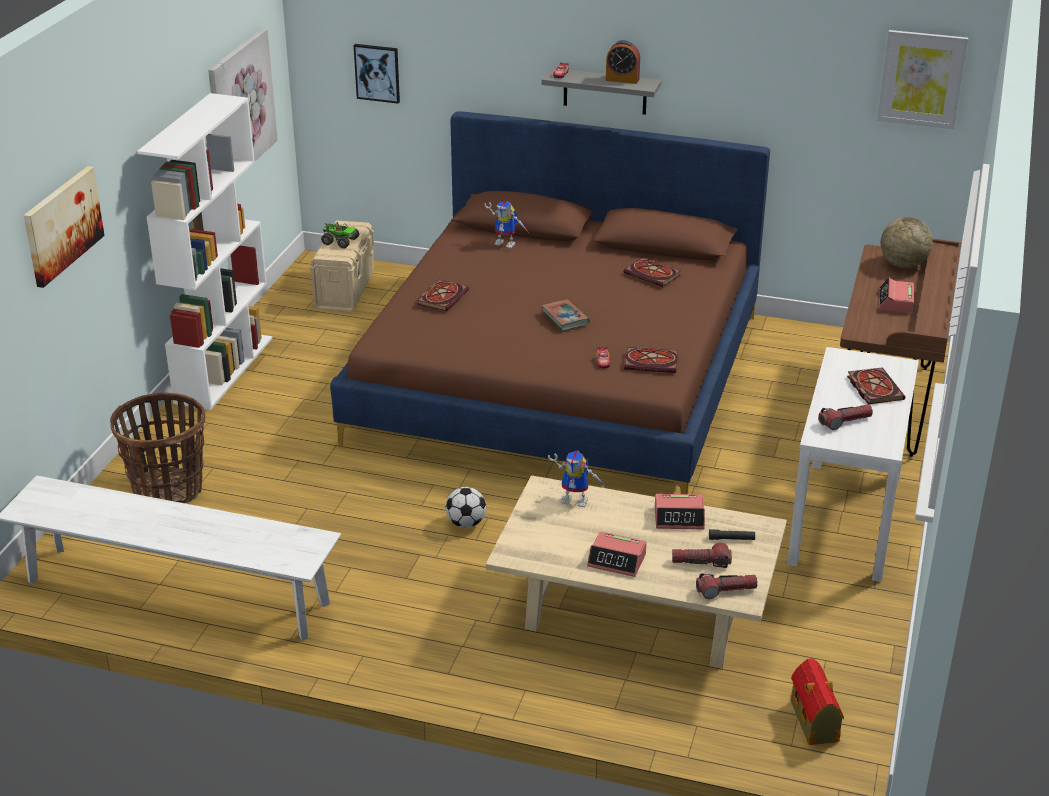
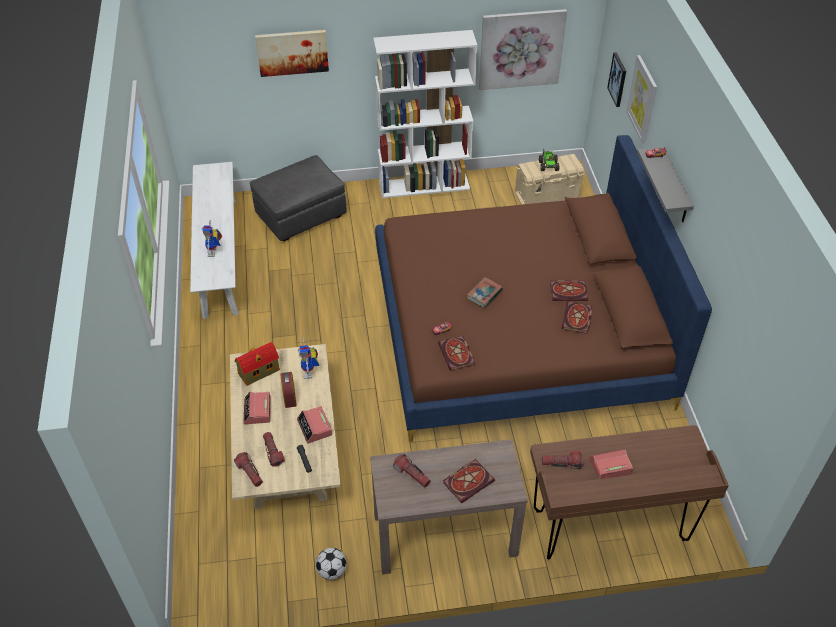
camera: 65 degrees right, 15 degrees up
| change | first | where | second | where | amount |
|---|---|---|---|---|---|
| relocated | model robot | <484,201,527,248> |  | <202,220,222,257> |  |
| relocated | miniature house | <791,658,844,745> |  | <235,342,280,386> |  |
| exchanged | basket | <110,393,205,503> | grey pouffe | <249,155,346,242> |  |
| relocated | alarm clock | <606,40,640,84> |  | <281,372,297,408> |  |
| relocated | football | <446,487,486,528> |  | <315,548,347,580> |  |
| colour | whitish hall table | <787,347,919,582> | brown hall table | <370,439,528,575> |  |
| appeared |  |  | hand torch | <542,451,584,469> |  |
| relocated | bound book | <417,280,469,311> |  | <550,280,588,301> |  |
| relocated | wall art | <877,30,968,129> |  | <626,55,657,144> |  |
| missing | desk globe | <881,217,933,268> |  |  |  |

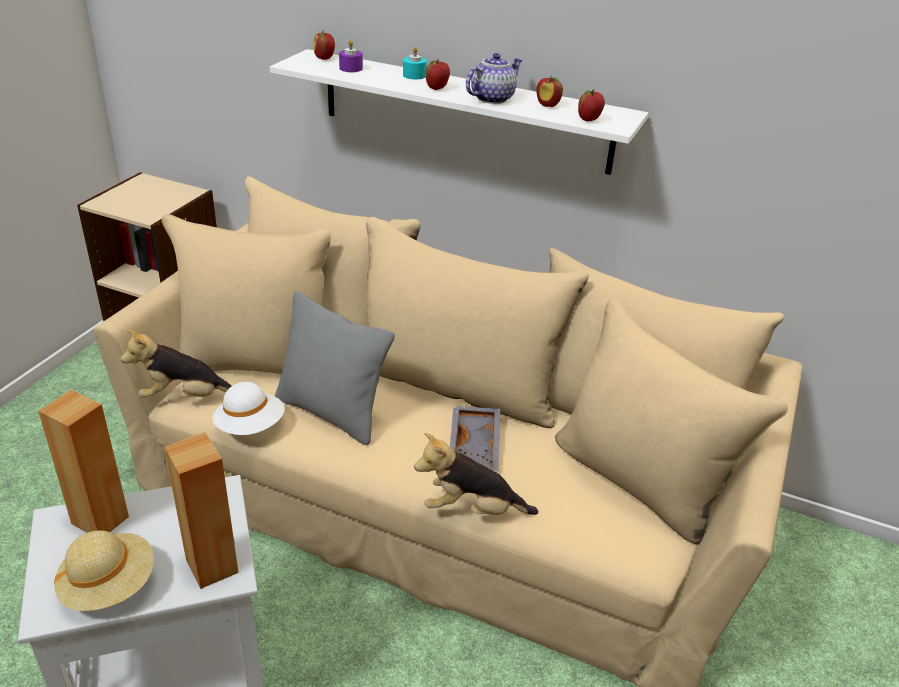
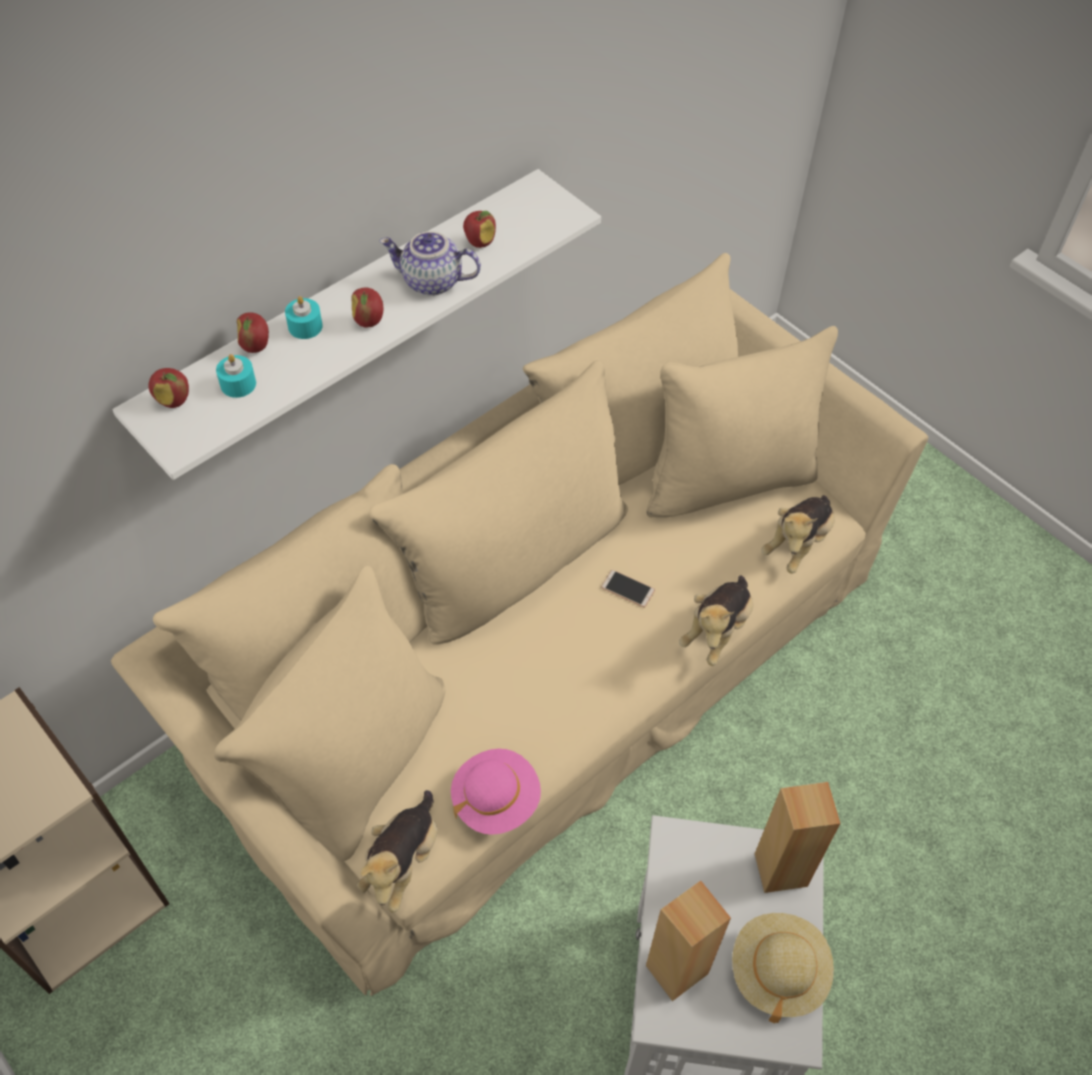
camera: 65 degrees left, 20 degrees up
| change | first | where | second | where | amount |
|---|---|---|---|---|---|
| colour | purplish candle | <339,40,363,72> | blue-green candle | <216,354,256,398> |  |
| relocated | apple | <578,89,605,122> |  | <237,312,269,353> |  |
| spun | teapot | <466,53,522,104> |  | <379,231,481,296> | 60 degrees counterclockwise |
| colour | whitish hat | <212,382,285,435> | pinkish hat | <451,749,541,835> |  |
| exchanged | grey serving tray | <450,406,501,471> | phone | <601,570,655,608> |  |
| appeared |  |  | soft toy | <761,495,835,574> |  |
| missing | grey cushion | <275,291,395,445> |  |  |  |

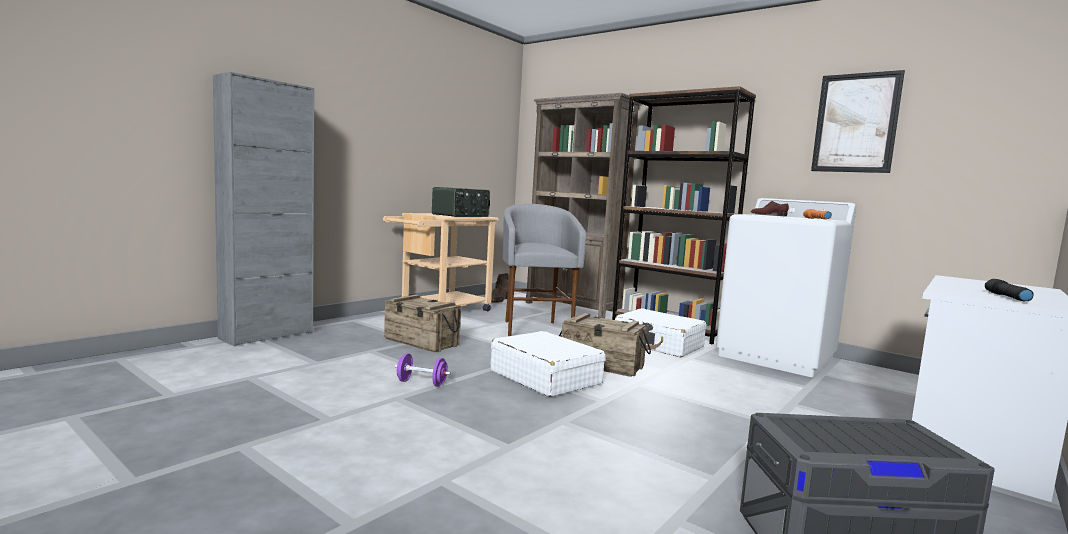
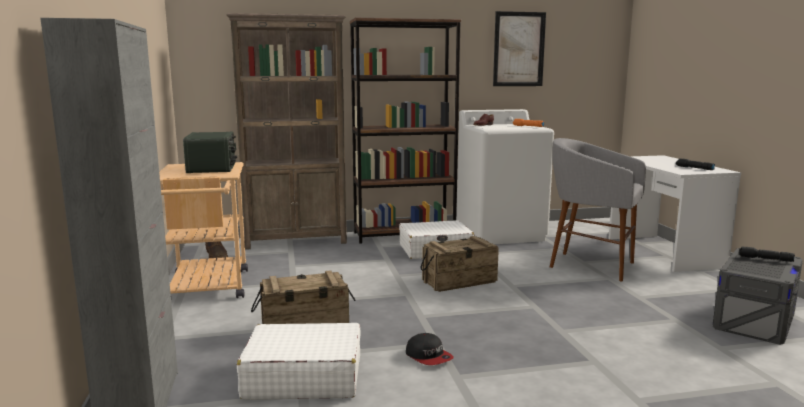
camera: 50 degrees left, 5 degrees up
| change | first | where | second | where | amount |
|---|---|---|---|---|---|
| relocated | whitish travel case | <491,331,606,397> |  | <237,323,361,400> |  |
| exchanged | purplish dumbbell | <394,353,451,387> | cap | <406,333,454,365> |  |
| relocated | grey stool | <503,204,586,336> |  | <550,138,646,282> |  |
| appeared |  |  | black hand torch | <739,246,795,262> |  |

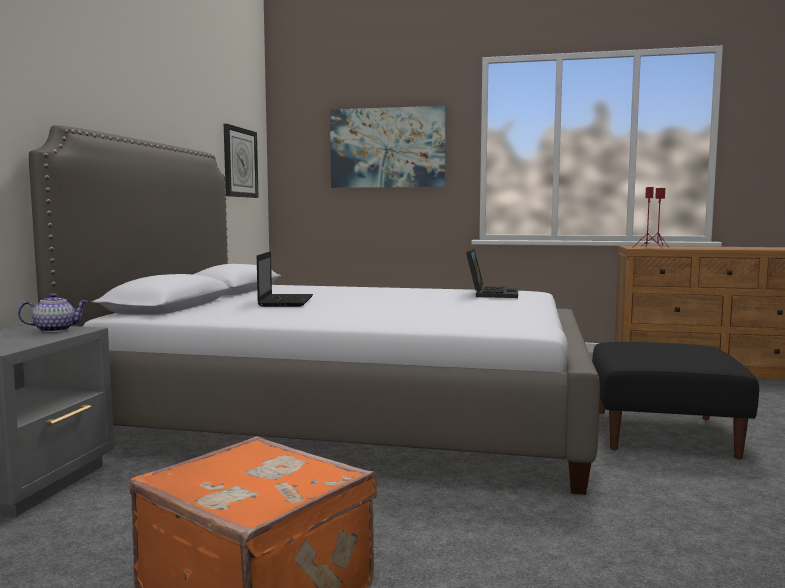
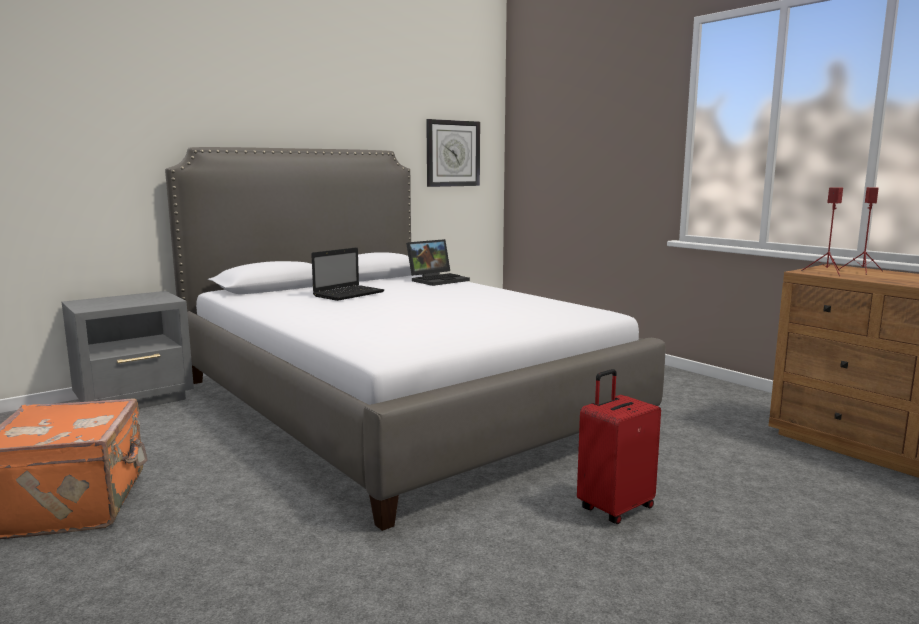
camera: 40 degrees right, 5 degrees up
| change | first | where | second | where | amount |
|---|---|---|---|---|---|
| relocated | notebook computer | <466,248,518,298> |  | <406,239,470,286> |  |
| exchanged | black pouffe | <592,342,759,459> | red travel case | <577,369,661,524> |  |
| missing | teapot | <18,293,88,332> |  |  |  |
| missing | wall art | <330,106,446,188> |  |  |  |

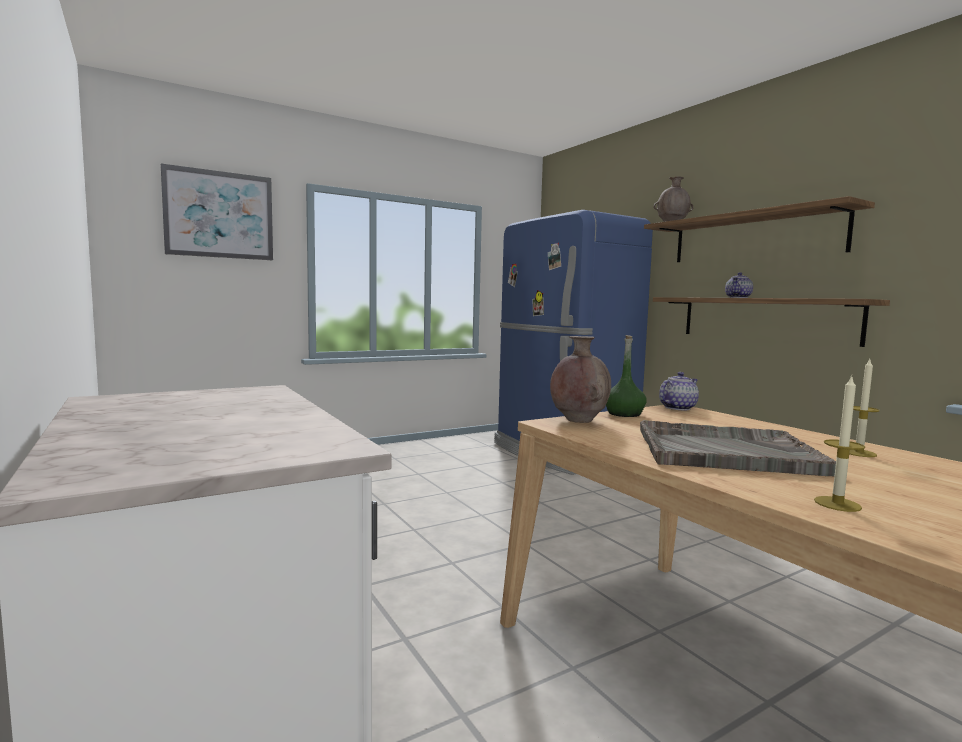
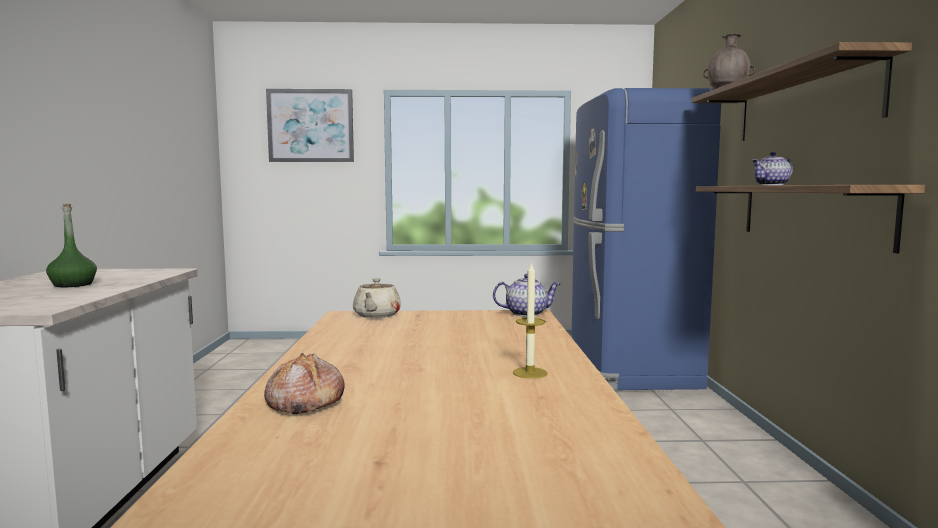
camera: 30 degrees right, 0 degrees up
| change | first | where | second | where | amount |
|---|---|---|---|---|---|
| relocated | green-coloured beverage bottle | <606,335,647,417> |  | <46,204,97,287> |  |
| exchanged | candle | <814,375,865,512> | bakery bread | <264,353,345,414> |  |
| exchanged | brown vase | <550,336,611,423> | beige-coloured teapot | <353,278,401,318> |  |
| missing | grey serving tray | <640,420,836,476> |  |  |  |

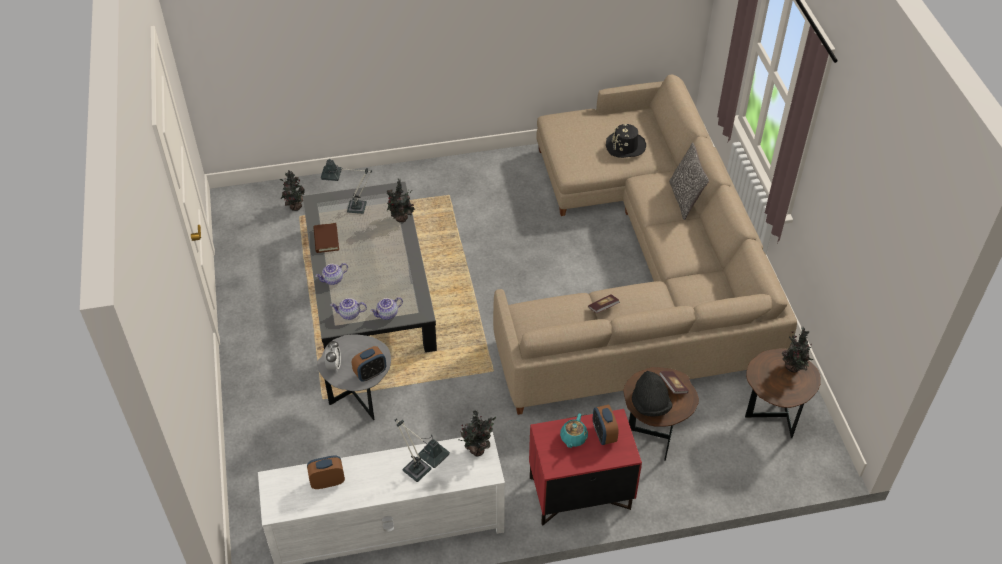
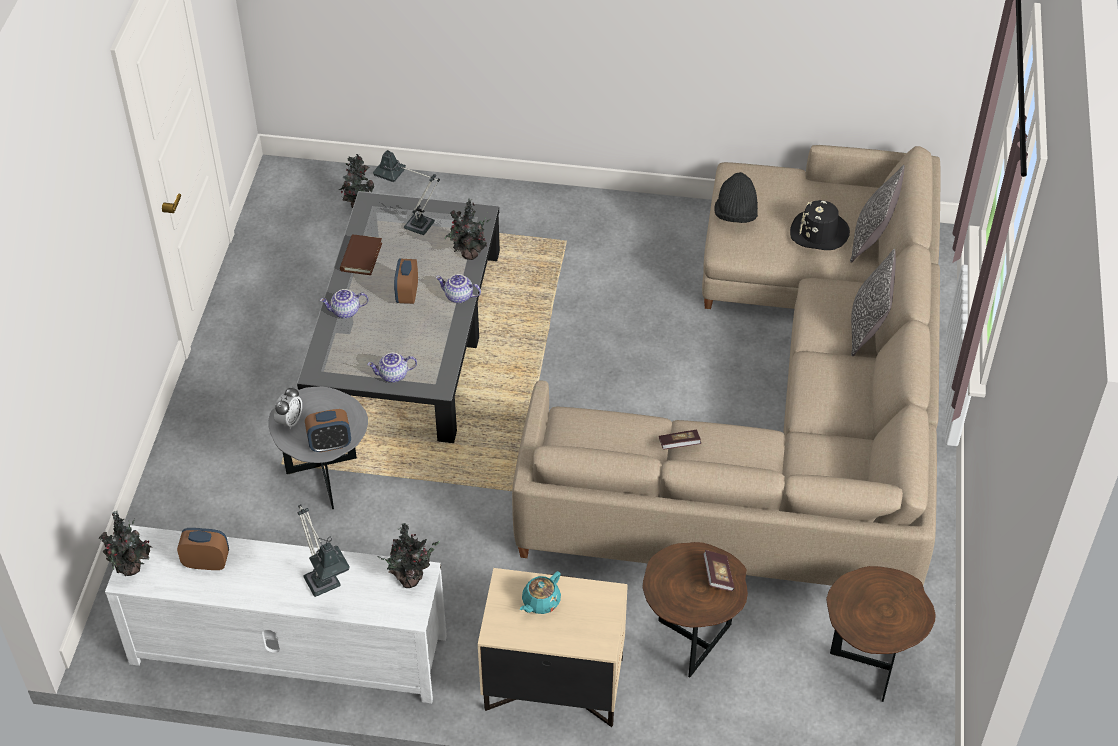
camera: 20 degrees right, 0 degrees up
| change | first | where | second | where | amount |
|---|---|---|---|---|---|
| relocated | plant in a pot | <782,327,813,372> |  | <99,511,152,576> |  |
| relocated | alarm clock | <593,405,619,445> |  | <394,258,418,304> |  |
| relocated | teapot | <330,298,367,320> |  | <436,274,481,303> |  |
| colour | red bedside table | <529,409,642,526> | beige-coloured bedside table | <478,568,628,727> |  |
| relocated | black hat | <632,371,673,416> |  | <714,172,758,223> |  |
| appeared |  |  | cushion | <850,165,905,263> |  |

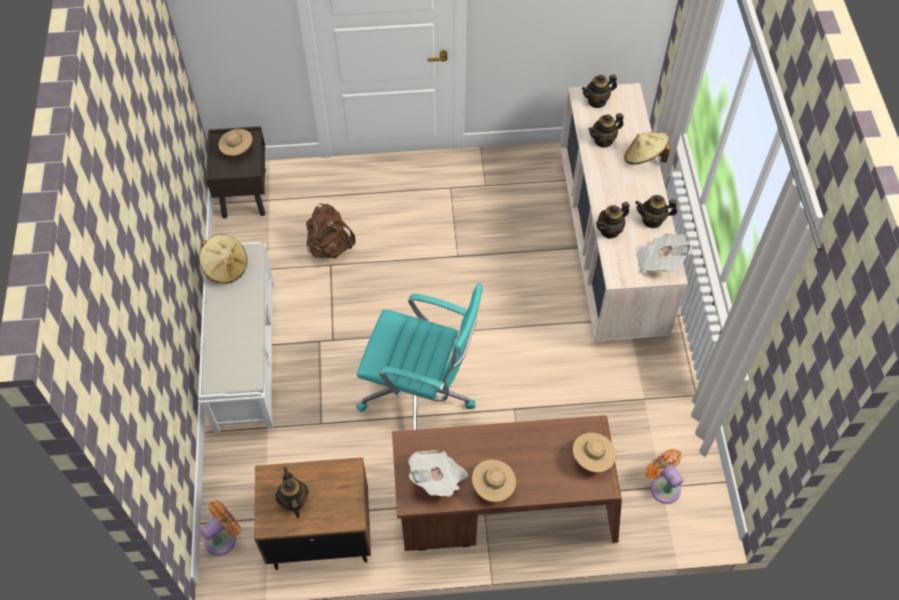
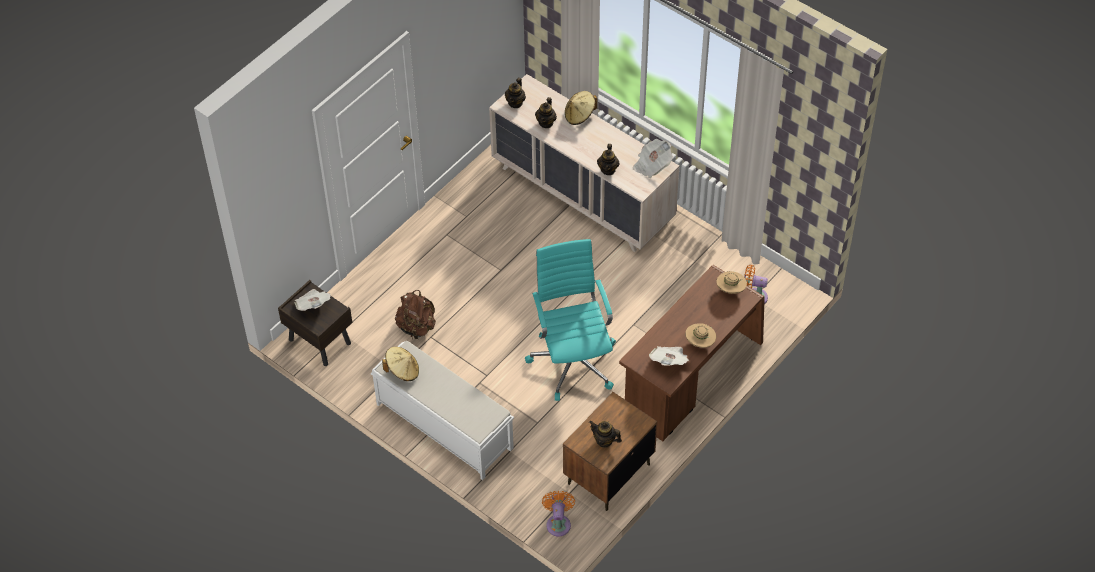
camera: 45 degrees left, 5 degrees down
| change | first | where | second | where | amount |
|---|---|---|---|---|---|
| exchanged | beige-coloured hat | <218,128,252,156> | newspaper | <294,289,330,311> |  |
| spun | blue-green desk chair | <356,283,483,430> |  | <525,239,616,401> | 75 degrees counterclockwise |
| missing | teapot | <635,195,677,228> |  |  |  |

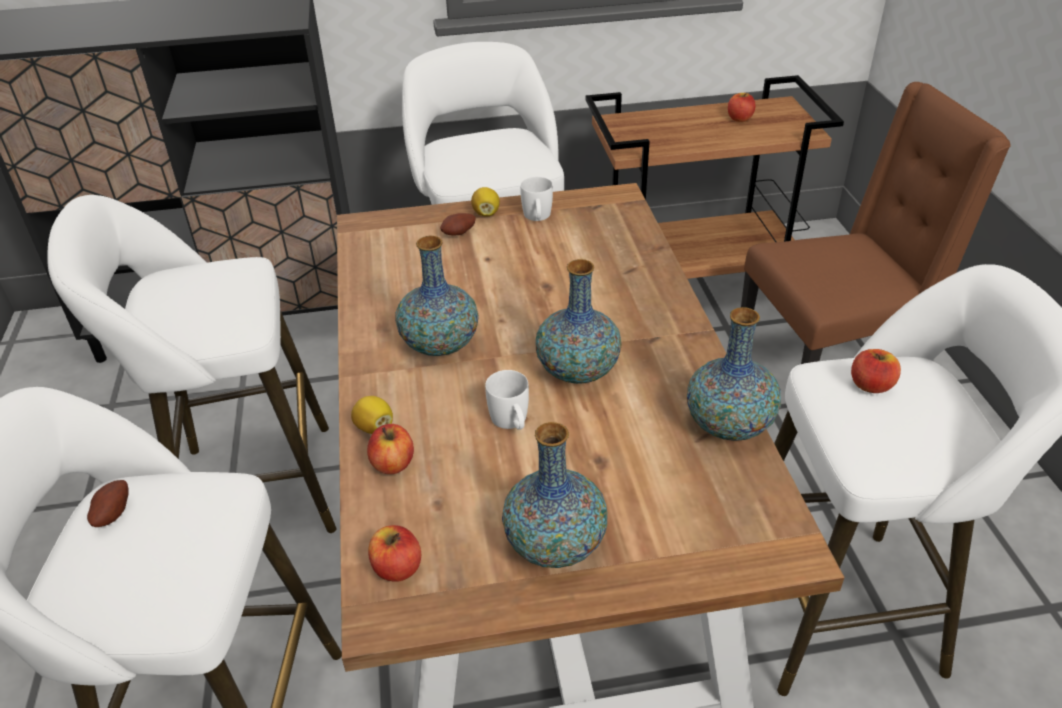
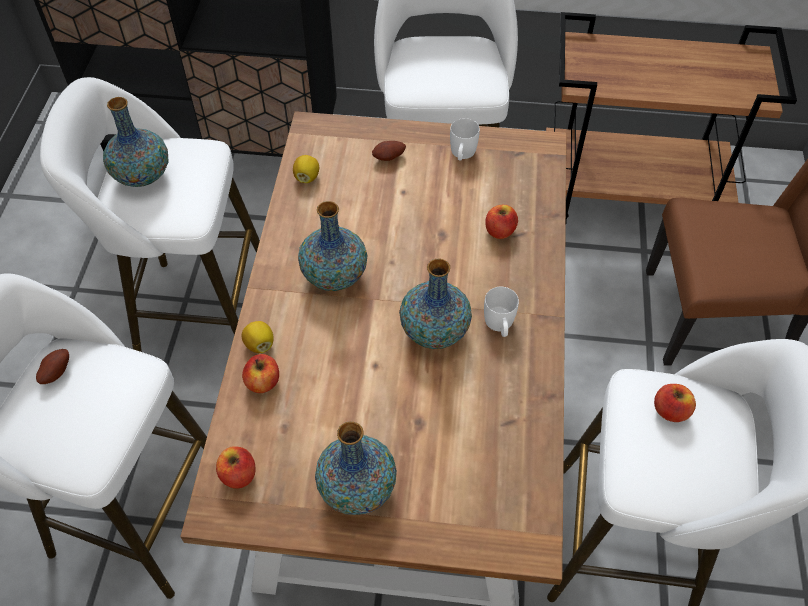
camera: 15 degrees right, 15 degrees up
| change | first | where | second | where | amount |
|---|---|---|---|---|---|
| relocated | vase | <687,307,781,441> |  | <103,97,168,187> |  |
| relocated | citrus fruit | <471,187,500,216> |  | <293,155,319,183> |  |
| relocated | whitish coffee mug | <485,370,529,430> |  | <484,287,519,337> |  |
| relocated | apple | <728,93,756,122> |  | <485,205,518,239> |  |

